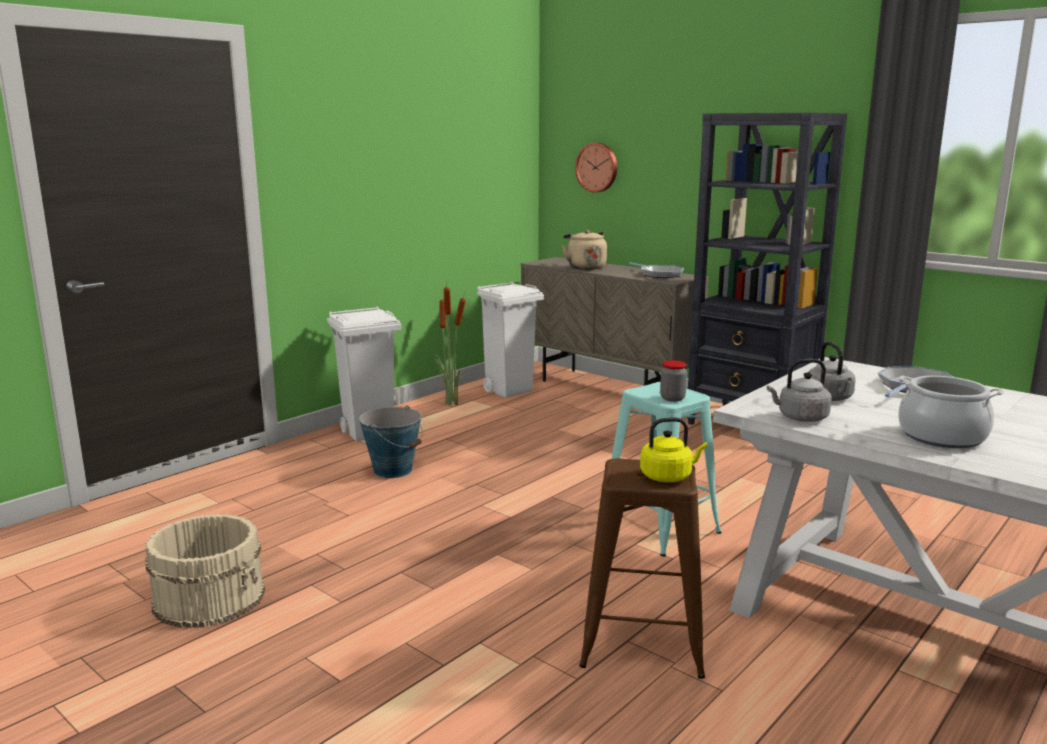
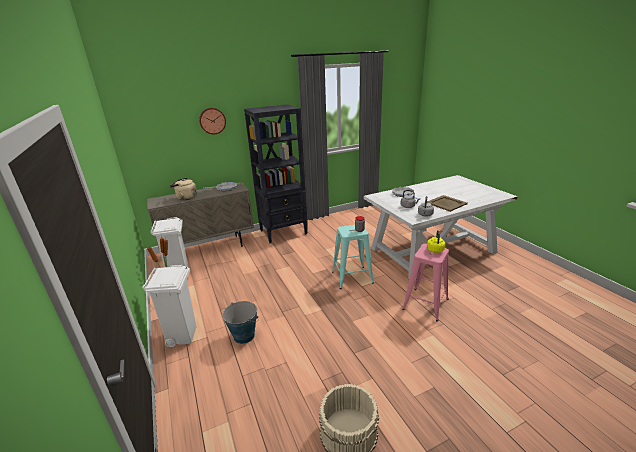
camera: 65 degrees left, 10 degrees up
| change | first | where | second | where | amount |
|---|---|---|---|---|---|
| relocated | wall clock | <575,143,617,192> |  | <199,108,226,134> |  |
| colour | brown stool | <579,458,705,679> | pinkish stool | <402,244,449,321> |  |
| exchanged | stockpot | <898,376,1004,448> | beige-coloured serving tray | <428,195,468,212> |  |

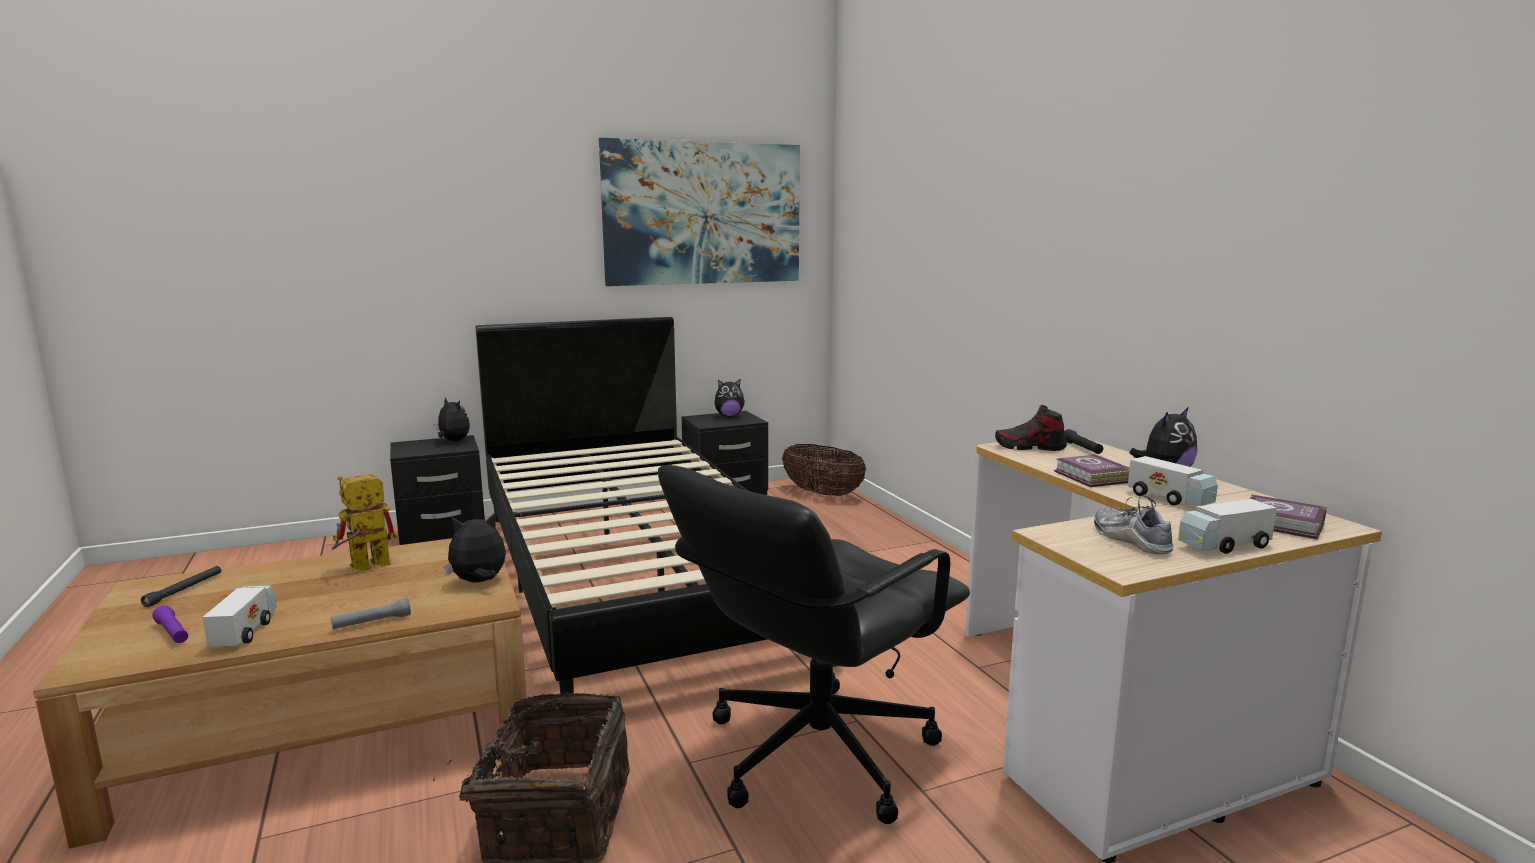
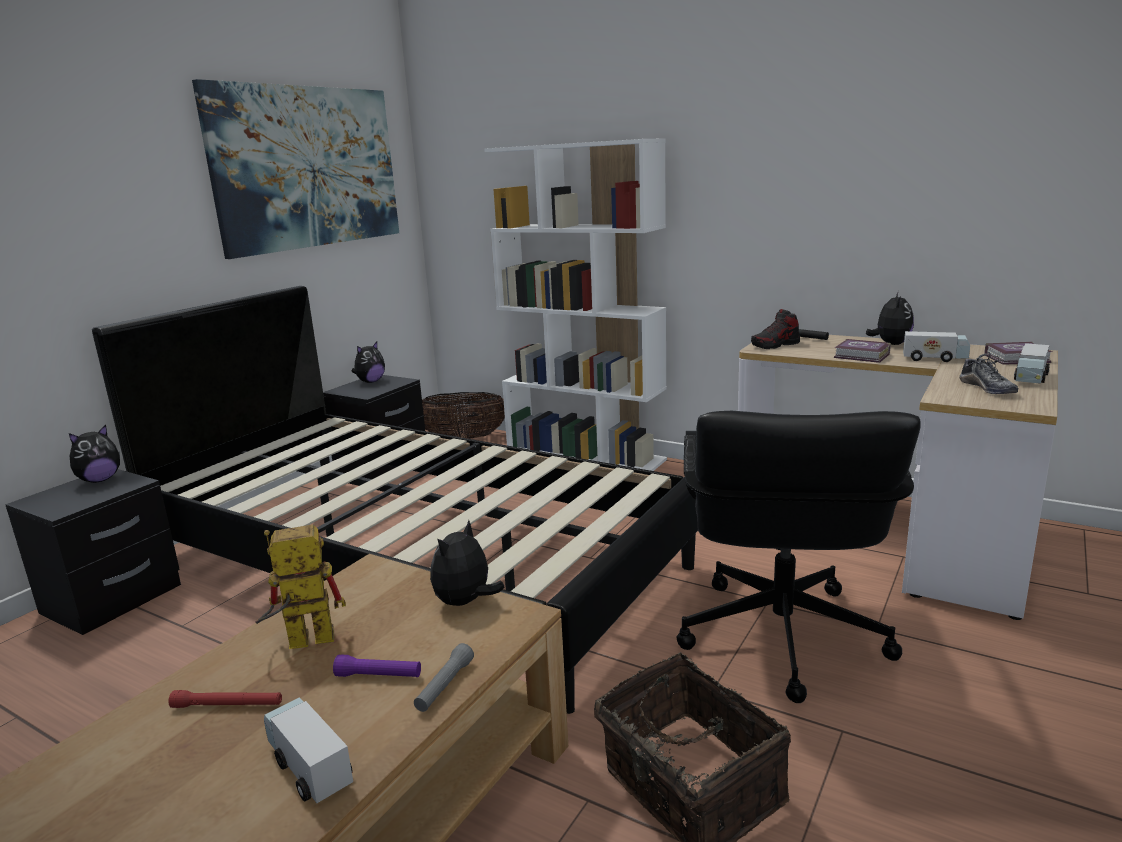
camera: 35 degrees left, 5 degrees up
| change | first | where | second | where | amount |
|---|---|---|---|---|---|
| spun | soft toy | <434,397,470,441> |  | <69,425,120,483> | 135 degrees clockwise |
| appeared |  |  | red hand torch | <169,690,282,708> |  |
| spun | model robot | <332,474,397,572> |  | <255,525,346,649> | 60 degrees clockwise |
| relocated | purplish hand torch | <152,605,188,643> |  | <333,655,421,677> |  |
| appeared |  |  | whitish bookshelf | <484,138,667,471> |  |
| spun | shoe | <1094,495,1173,554> |  | <959,352,1018,394> | 135 degrees counterclockwise |
| missing | black hand torch | <141,566,221,607> |  |  |  |

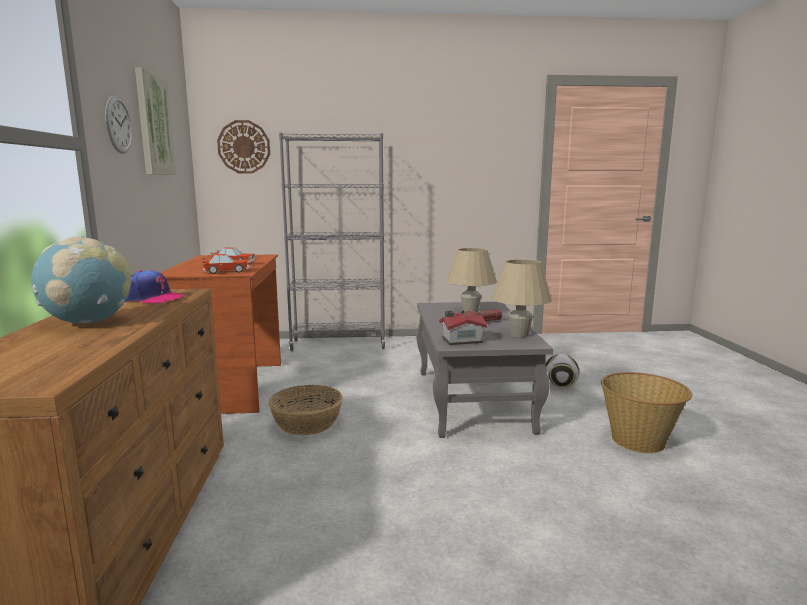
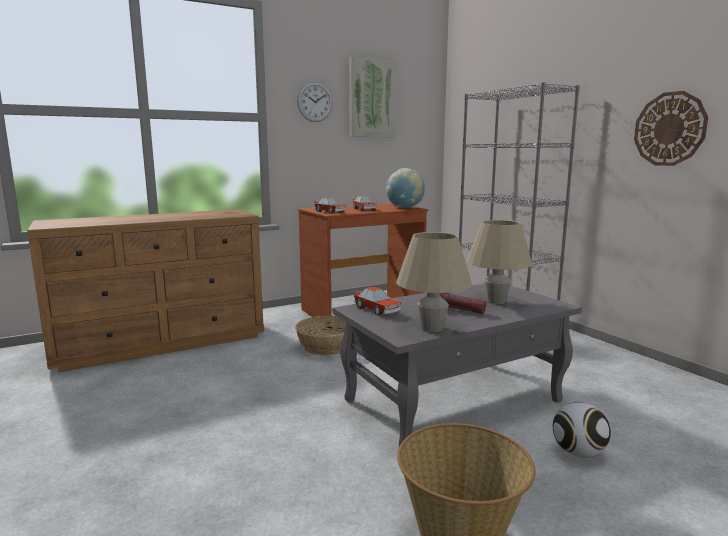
camera: 65 degrees right, 0 degrees up
| change | first | where | second | where | amount |
|---|---|---|---|---|---|
| exchanged | miniature house | <439,311,487,345> | miniature car | <353,287,401,316> |  |
| relocated | desk globe | <31,236,131,324> |  | <385,168,425,208> |  |
| relocated | wall clock | <217,120,270,174> |  | <634,91,708,166> |  |
| missing | cap | <125,270,185,304> |  |  |  |

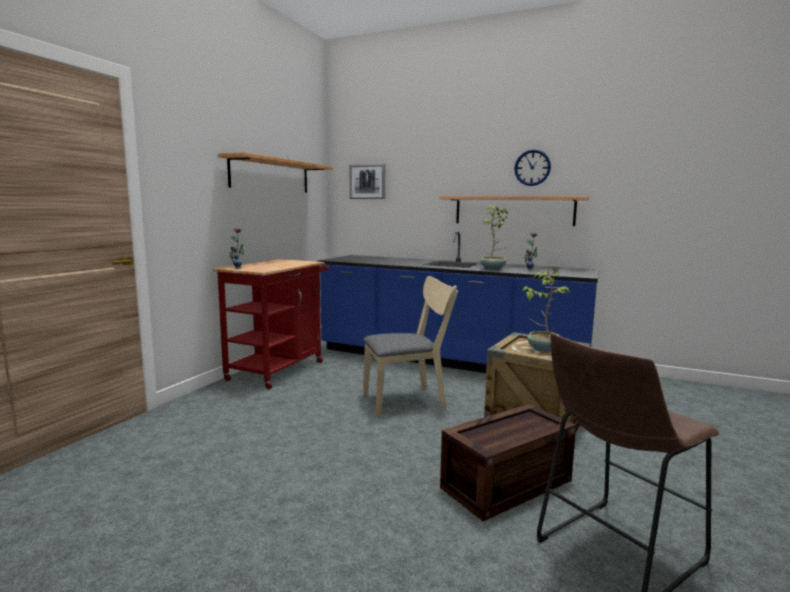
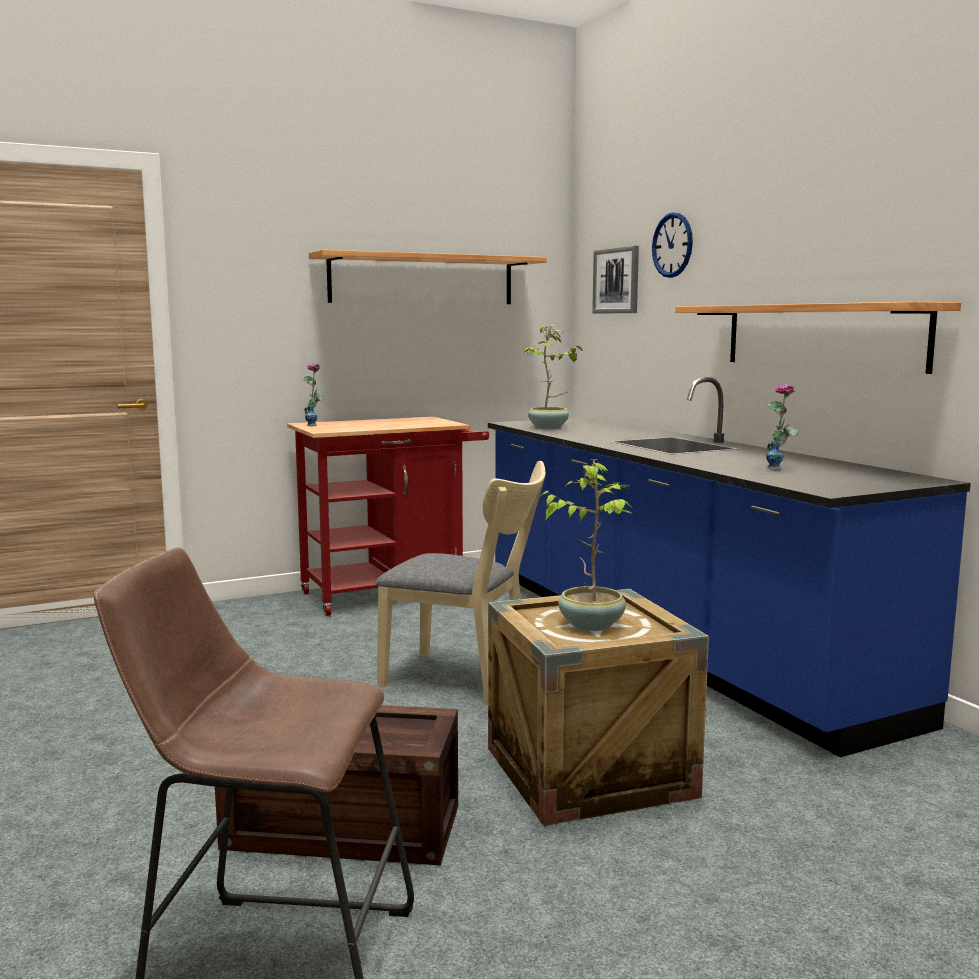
camera: 40 degrees right, 0 degrees up
| change | first | where | second | where | amount |
|---|---|---|---|---|---|
| relocated | plant in a pot | <480,206,508,270> |  | <522,325,583,429> |  |
| relocated | wall clock | <514,149,551,186> |  | <652,212,693,278> |  |

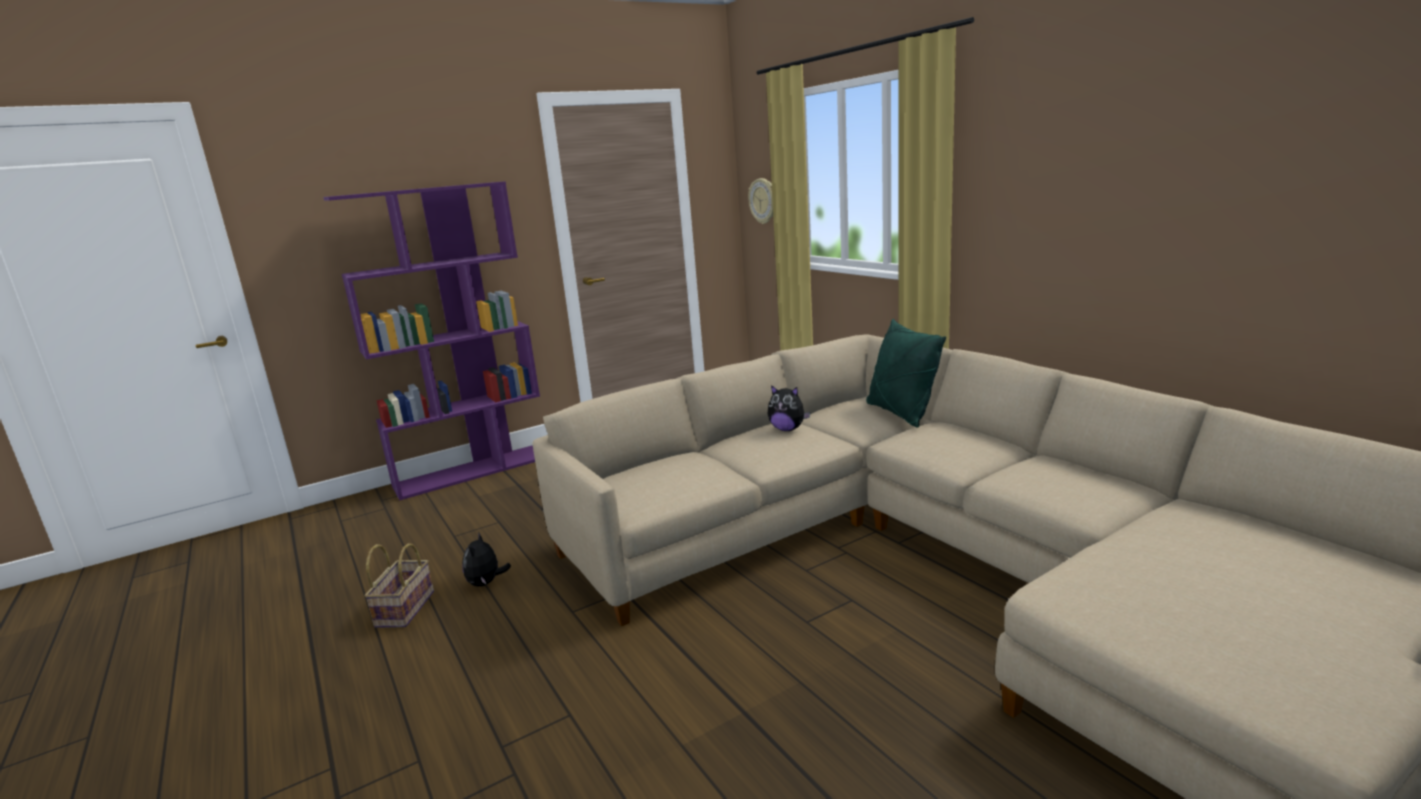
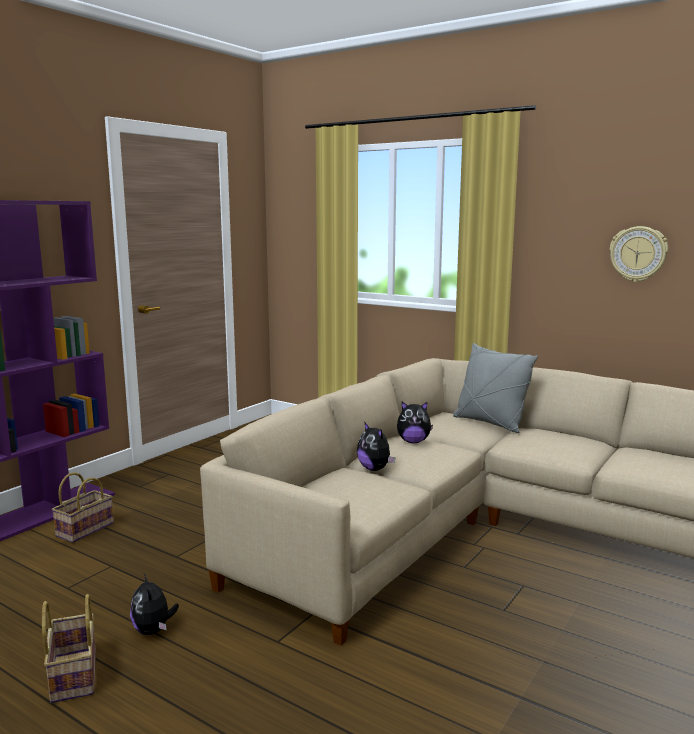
camera: 25 degrees left, 5 degrees down
| change | first | where | second | where | amount |
|---|---|---|---|---|---|
| appeared |  |  | basket | <52,472,114,543> |  |
| appeared |  |  | soft toy | <357,423,395,471> |  |
| colour | green-coloured cushion | <866,319,946,428> | grey cushion | <453,343,538,433> |  |
| relocated | wall clock | <748,178,773,224> |  | <610,226,668,282> |  |

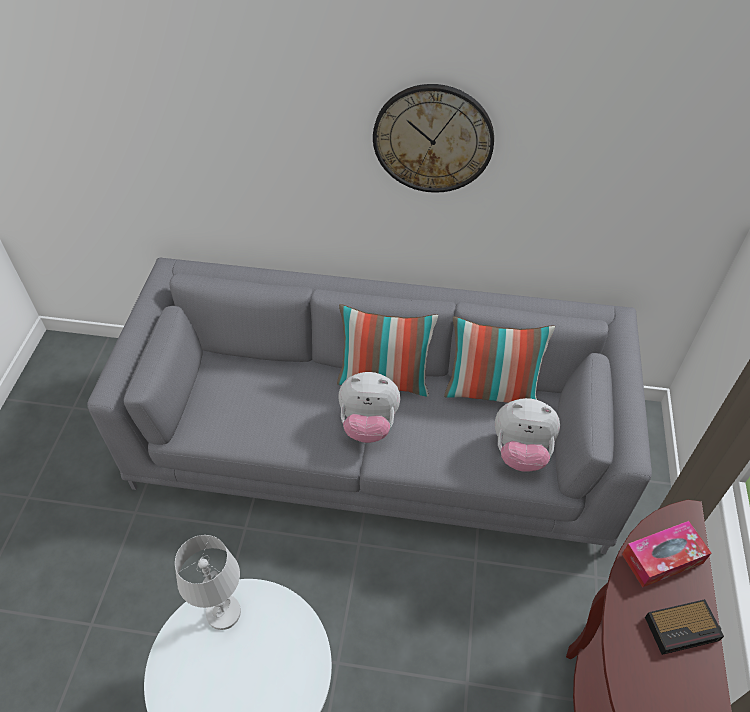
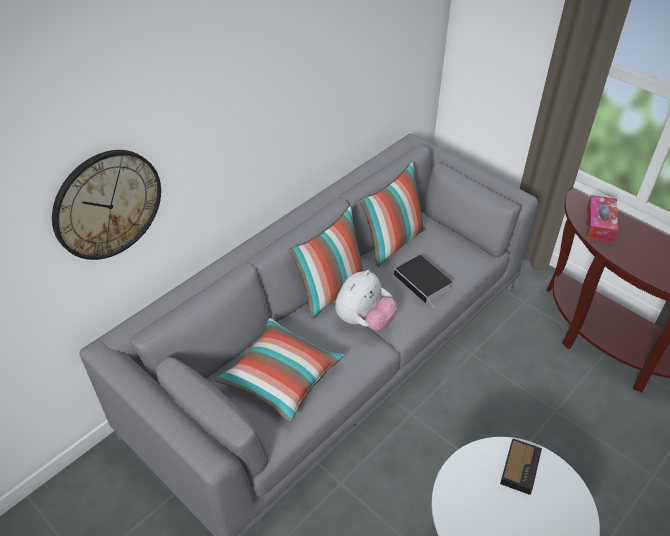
camera: 55 degrees left, 5 degrees down
| change | first | where | second | where | amount |
|---|---|---|---|---|---|
| relocated | wall clock | <373,84,494,193> |  | <52,150,161,260> |  |
| appeared |  |  | cushion | <215,318,344,422> |  |
| appeared |  |  | bound book | <394,255,452,308> |  |
| relocated | alarm clock | <645,599,724,655> |  | <500,439,542,495> |  |
| missing | whitish lamp for a table | <175,535,241,630> |  |  |  |
| missing | soft toy | <495,398,560,472> |  |  |  |

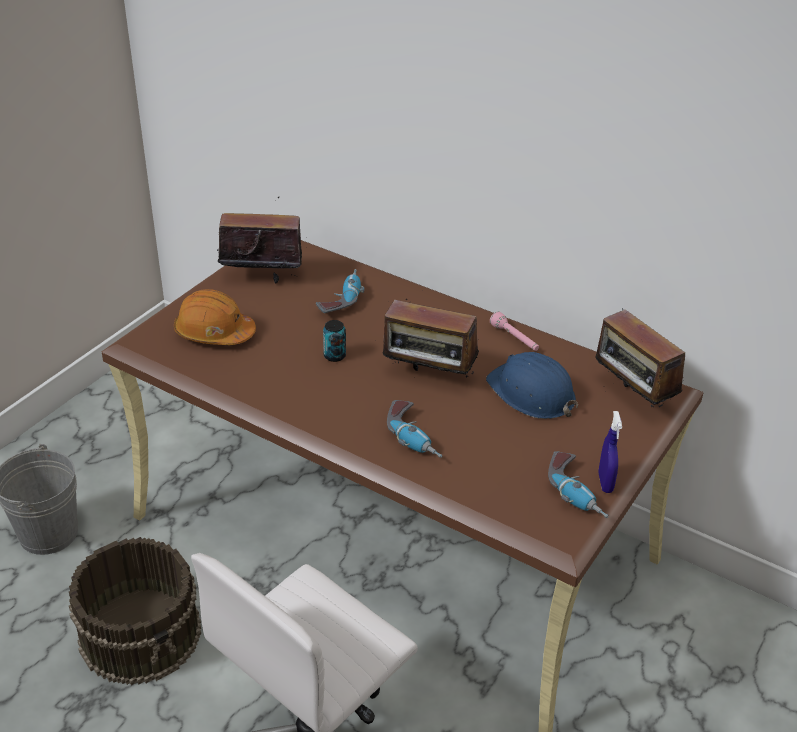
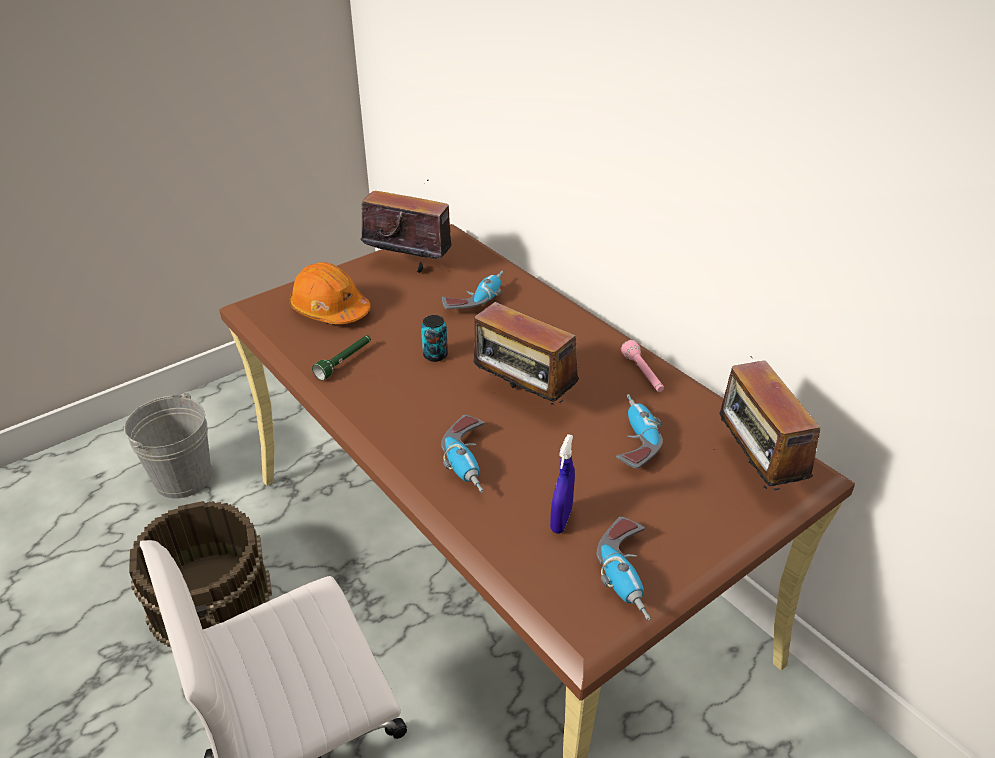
camera: 20 degrees right, 0 degrees up
| change | first | where | second | where | amount |
|---|---|---|---|---|---|
| appeared |  |  | green-coloured hand torch | <312,335,371,380> |  |
| relocated | blue spray bottle | <598,411,622,493> |  | <550,434,575,533> |  |
| exchanged | blue hard hat | <486,352,578,419> | electric drill | <616,394,663,469> |  |

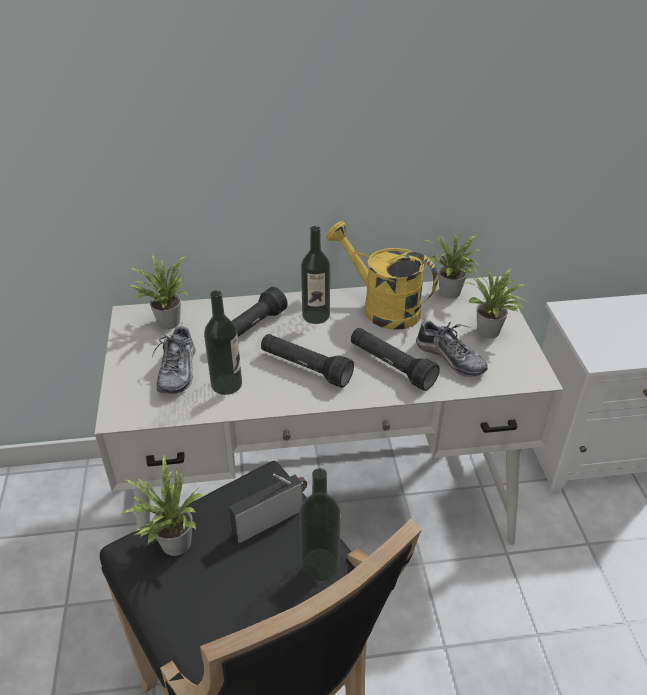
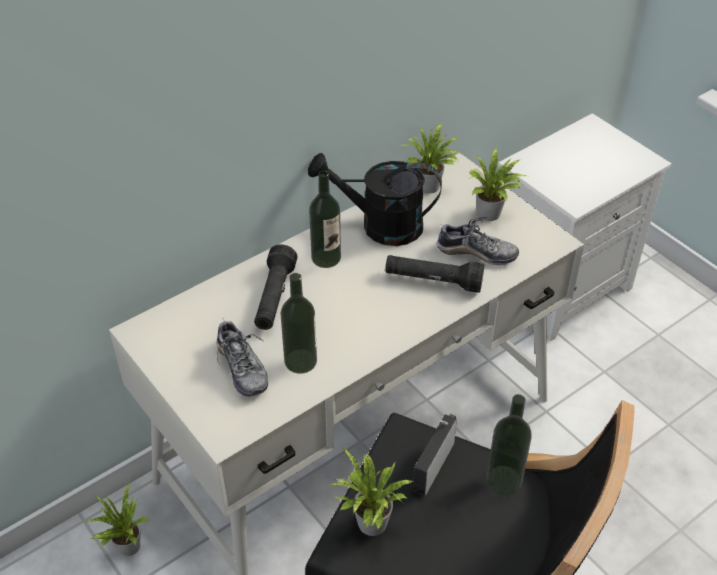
camera: 30 degrees left, 5 degrees up
| change | first | where | second | where | amount |
|---|---|---|---|---|---|
| relocated | plant in a pot | <127,254,188,330> |  | <86,483,149,556> |  |
| colour | yellow sprinkling can | <326,221,438,330> | black sprinkling can | <308,153,442,246> |  |
| missing | black hand torch | <261,334,354,388> |  |  |  |

